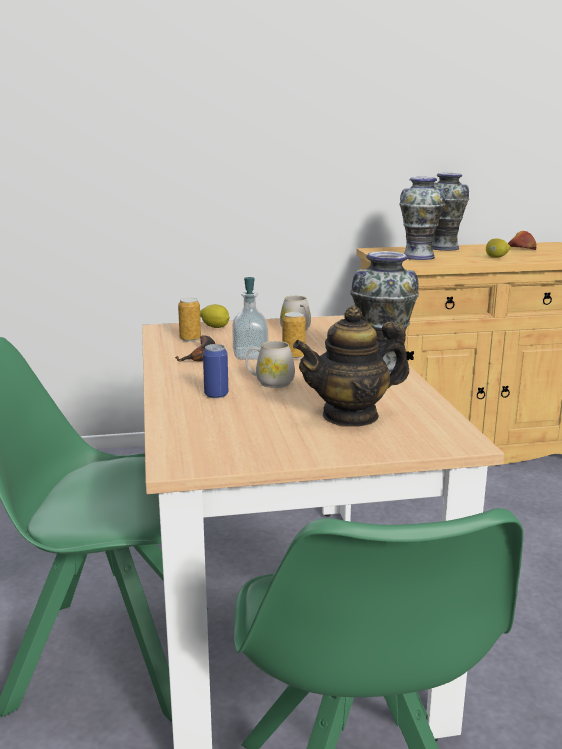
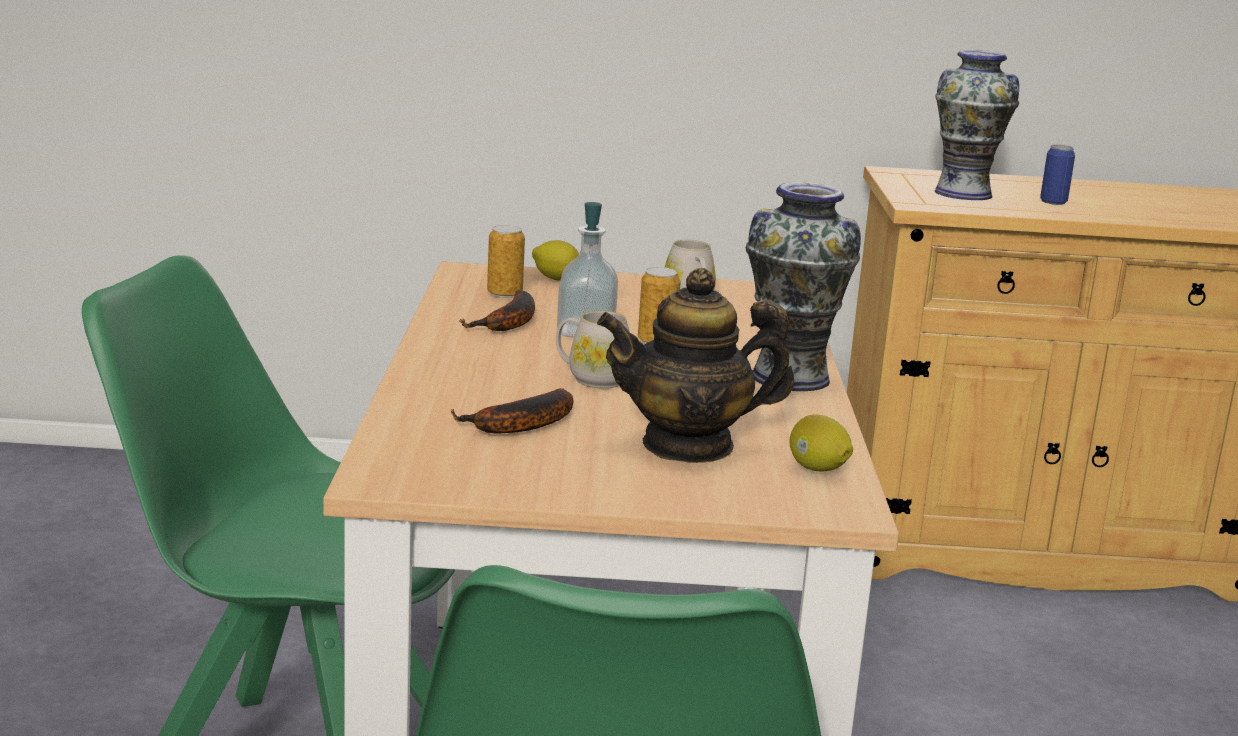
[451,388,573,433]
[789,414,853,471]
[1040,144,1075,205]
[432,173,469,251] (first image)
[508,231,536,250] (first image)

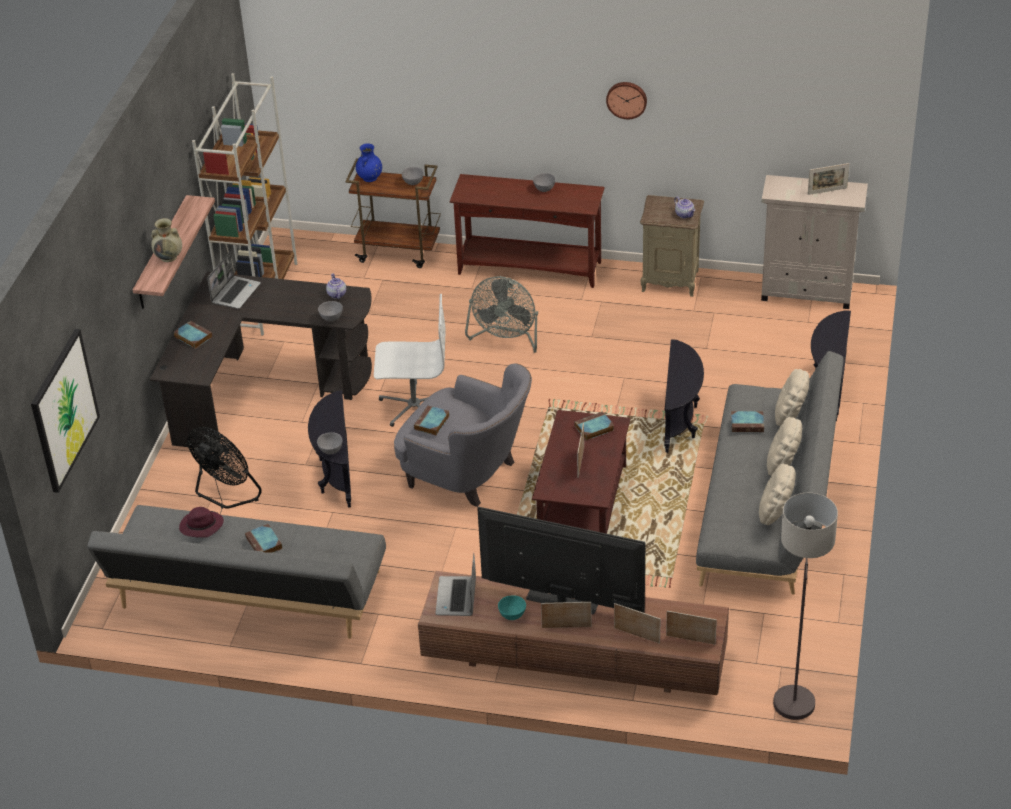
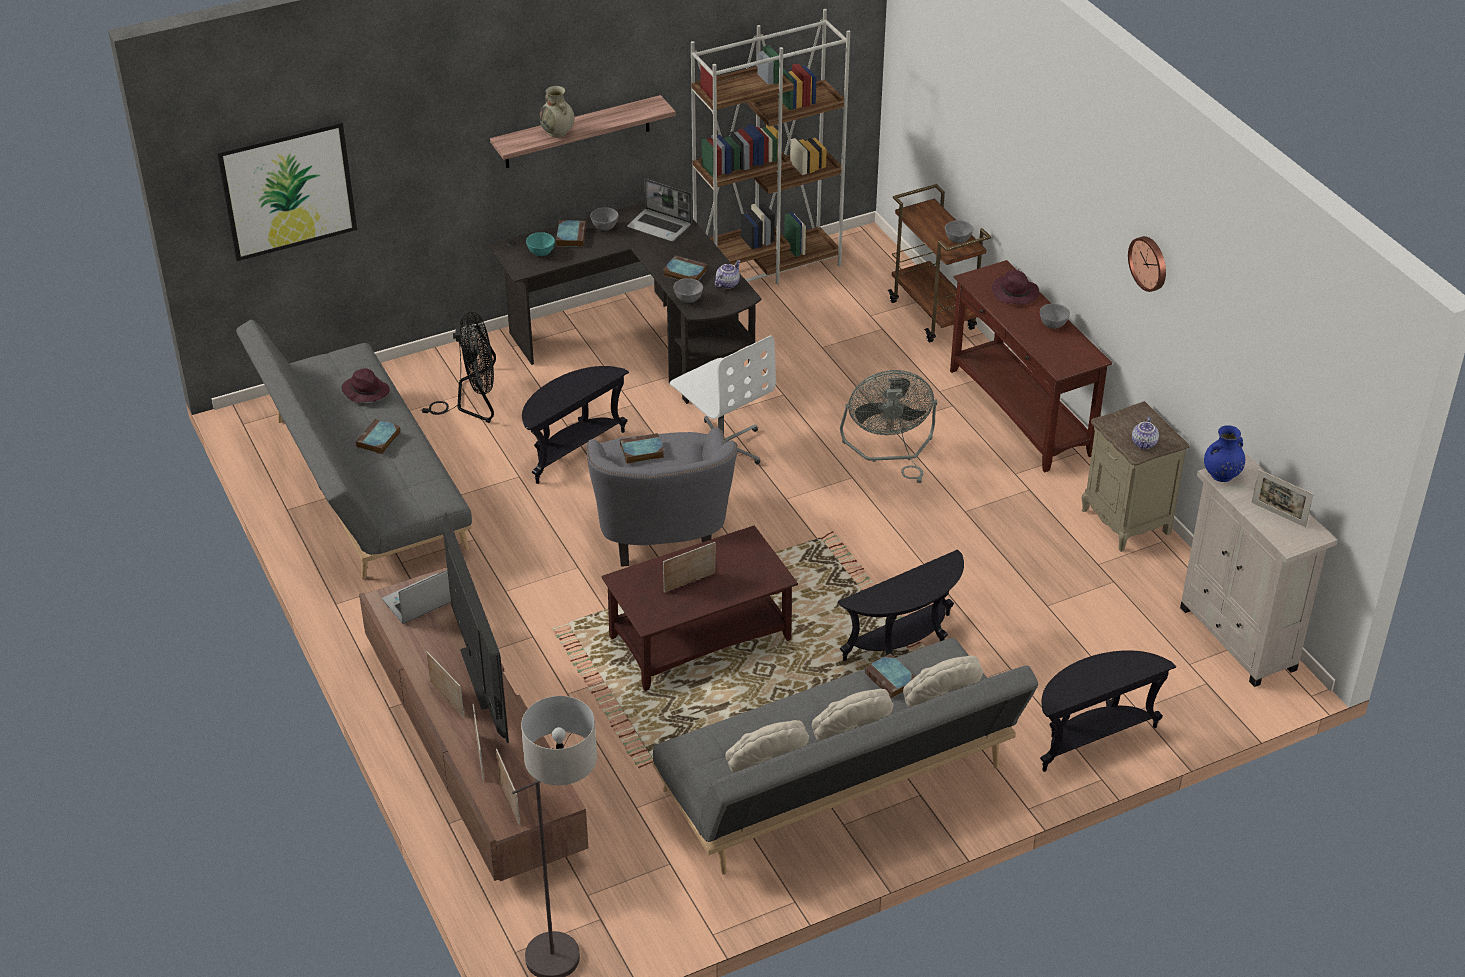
[526,232,555,256]
[590,207,619,231]
[627,179,692,242]
[663,255,708,281]
[840,370,937,483]
[992,270,1039,305]
[1204,425,1245,482]

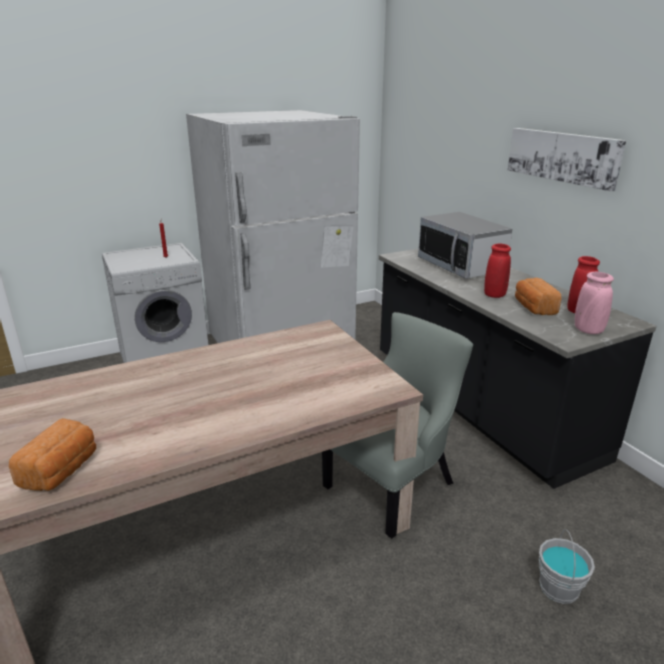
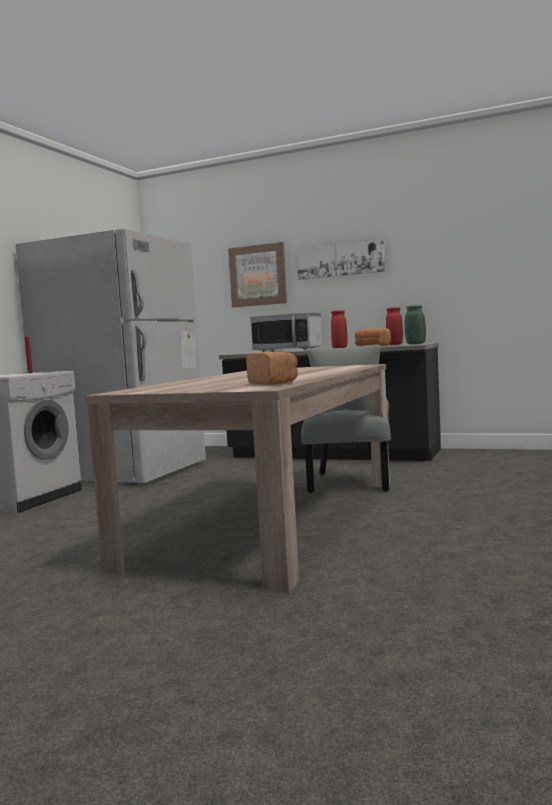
[228,242,287,307]
[405,305,426,344]
[539,529,595,604] (first image)

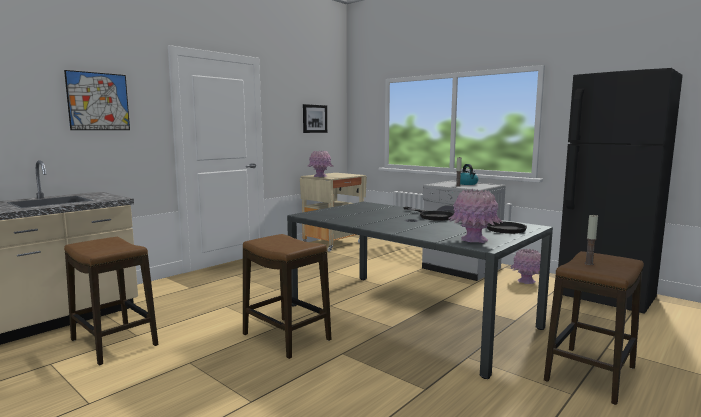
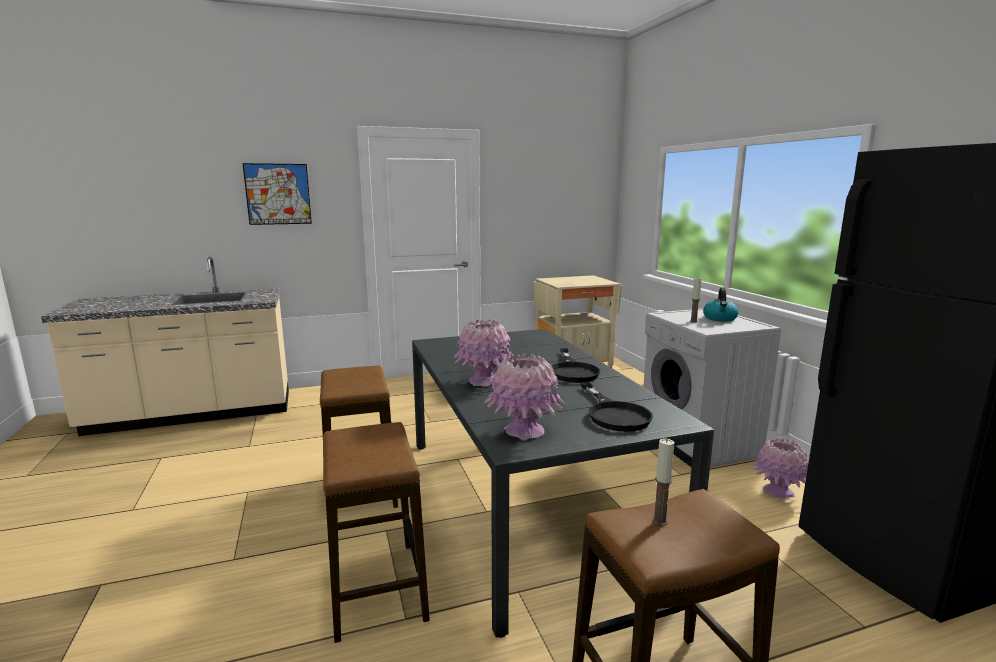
[323,422,430,643]
[453,319,515,387]
[303,104,327,133] (first image)

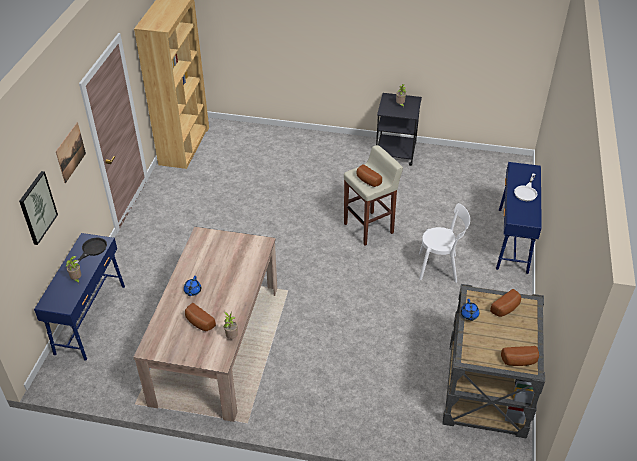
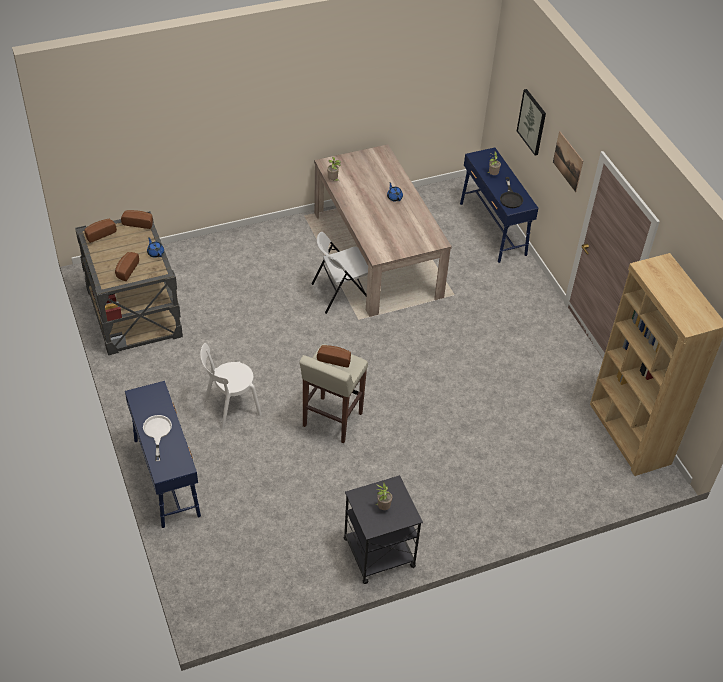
[121,210,153,229]
[311,232,368,314]

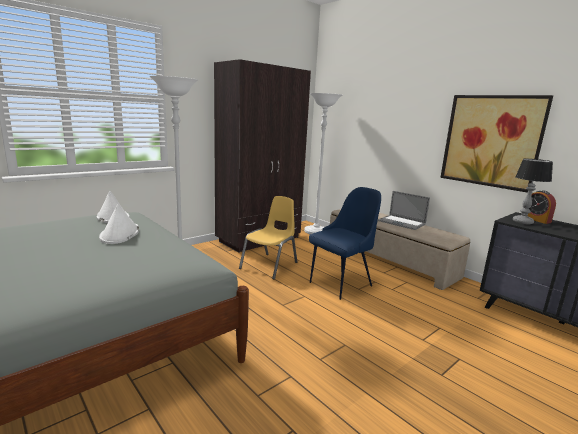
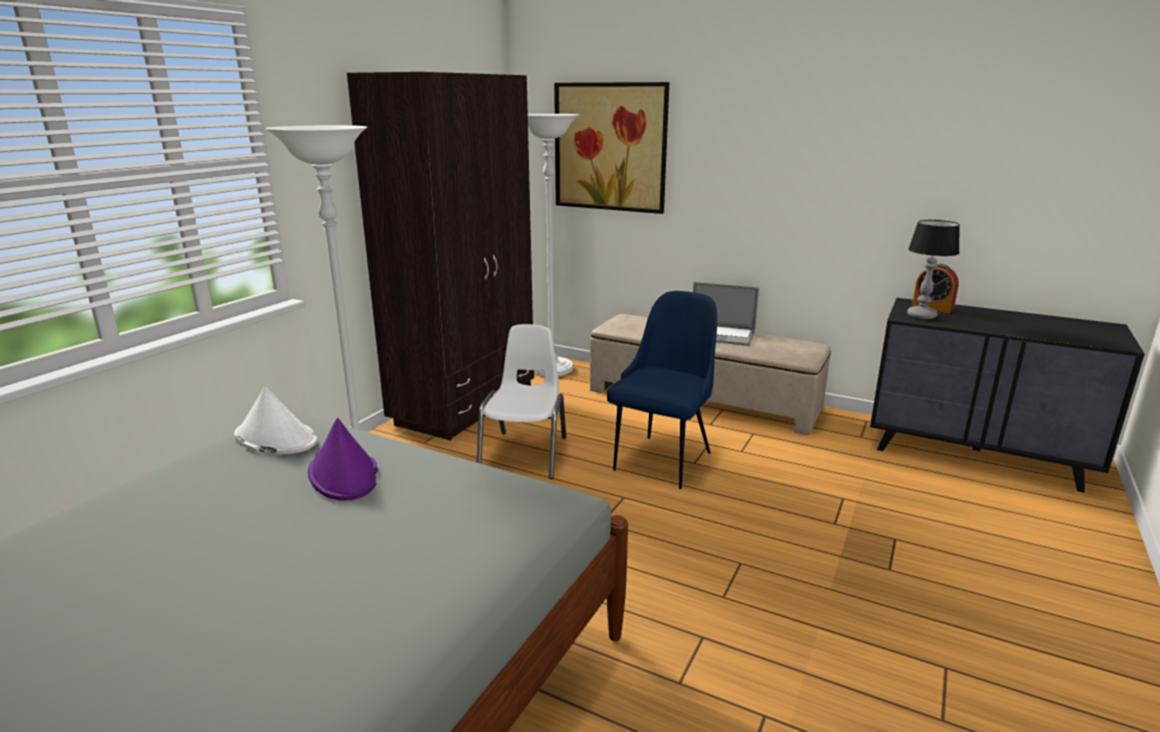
[308,418,378,501]
[477,324,566,479]
[554,82,669,214]

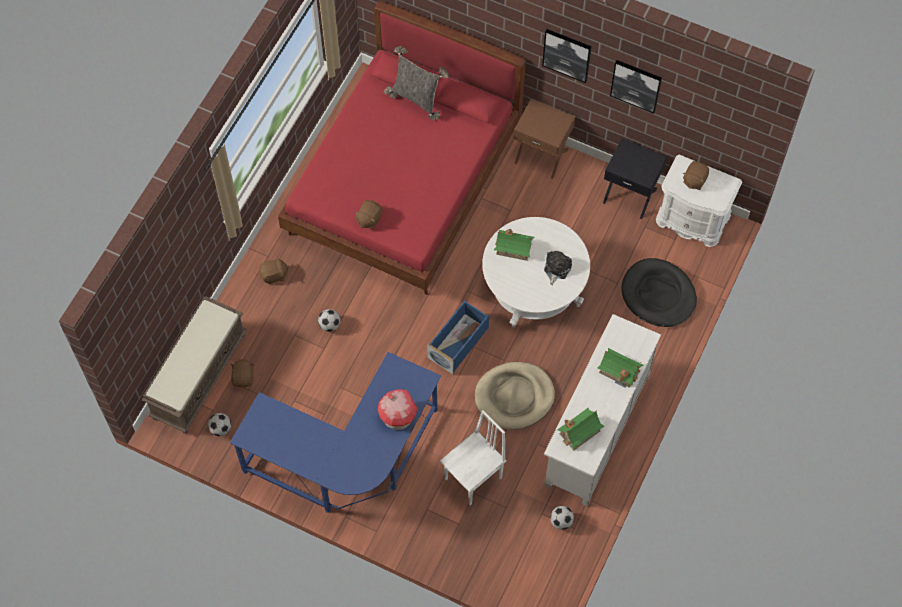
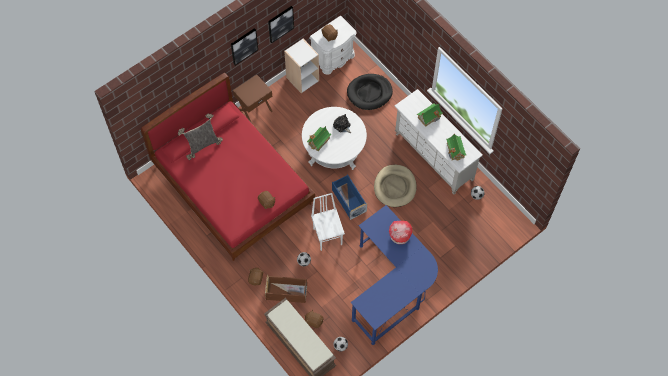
[265,275,307,303]
[284,39,319,93]
[311,193,345,251]

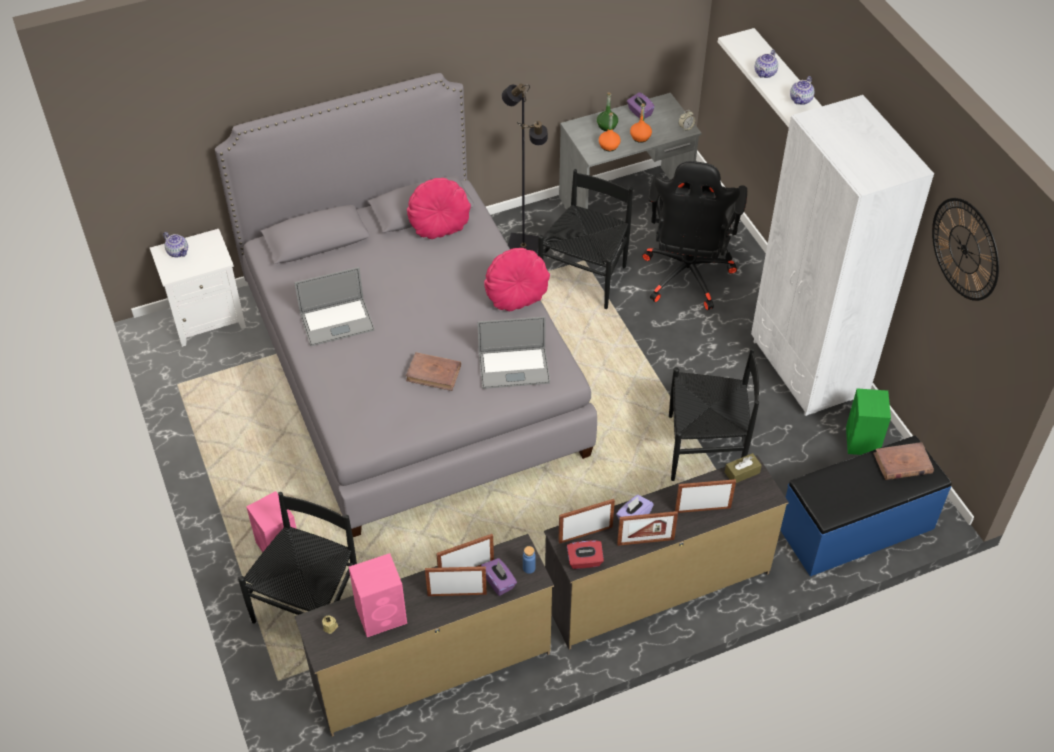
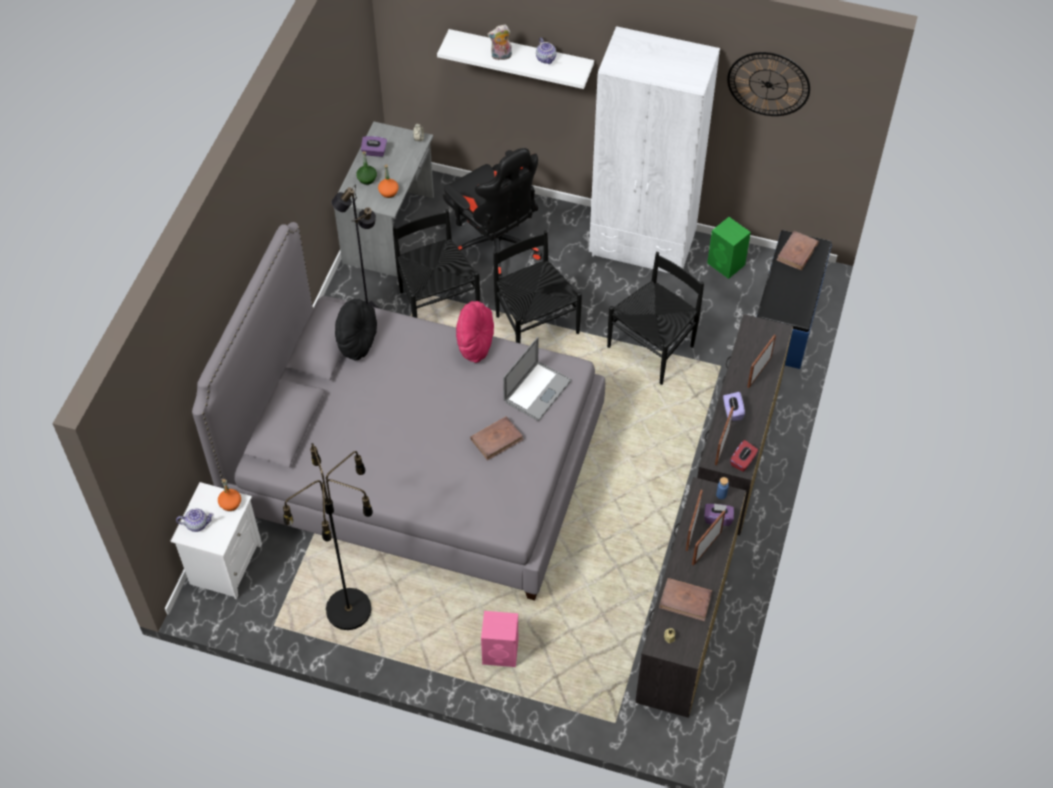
[218,479,241,511]
[283,443,373,630]
[335,299,377,361]
[487,25,512,60]
[494,231,582,344]
[659,578,712,621]
[295,267,375,346] (first image)
[617,511,678,546] (first image)
[725,453,762,483] (first image)

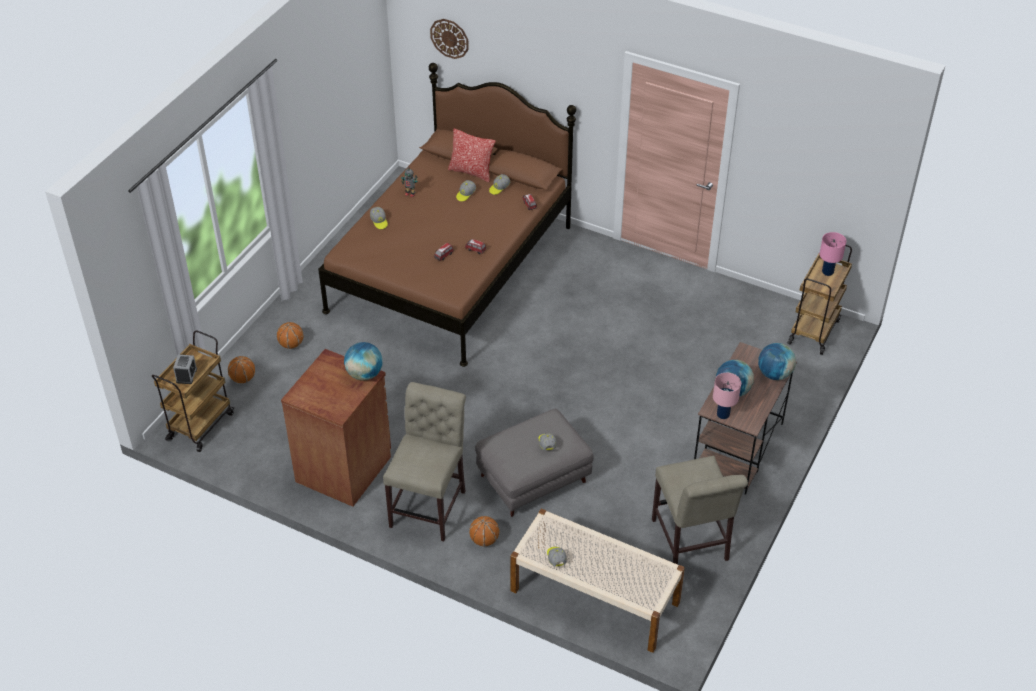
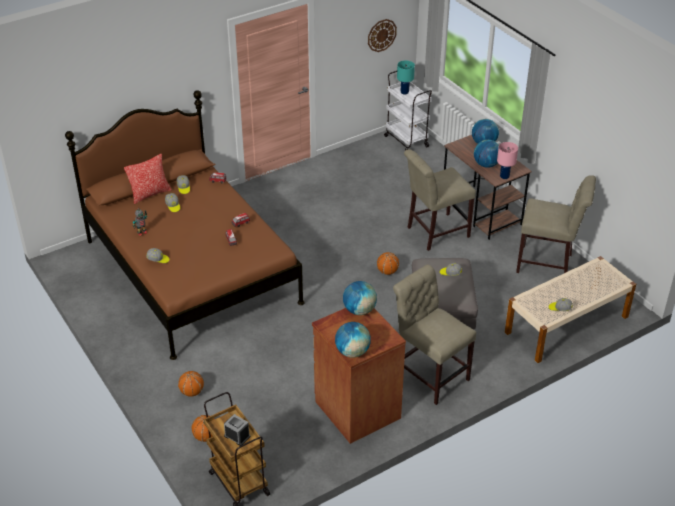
[335,322,371,358]
[368,19,397,52]
[377,252,399,275]
[384,71,432,150]
[397,61,415,94]
[404,149,476,251]

